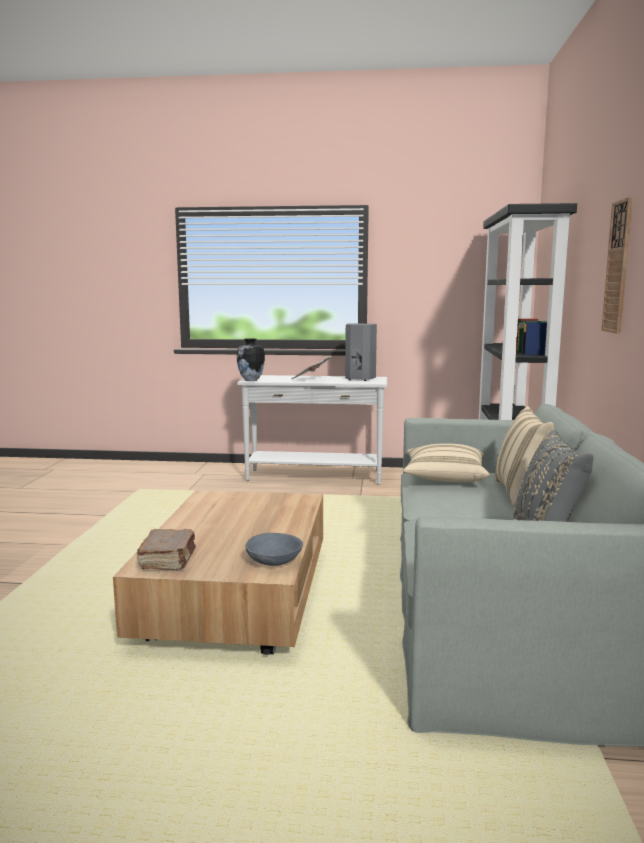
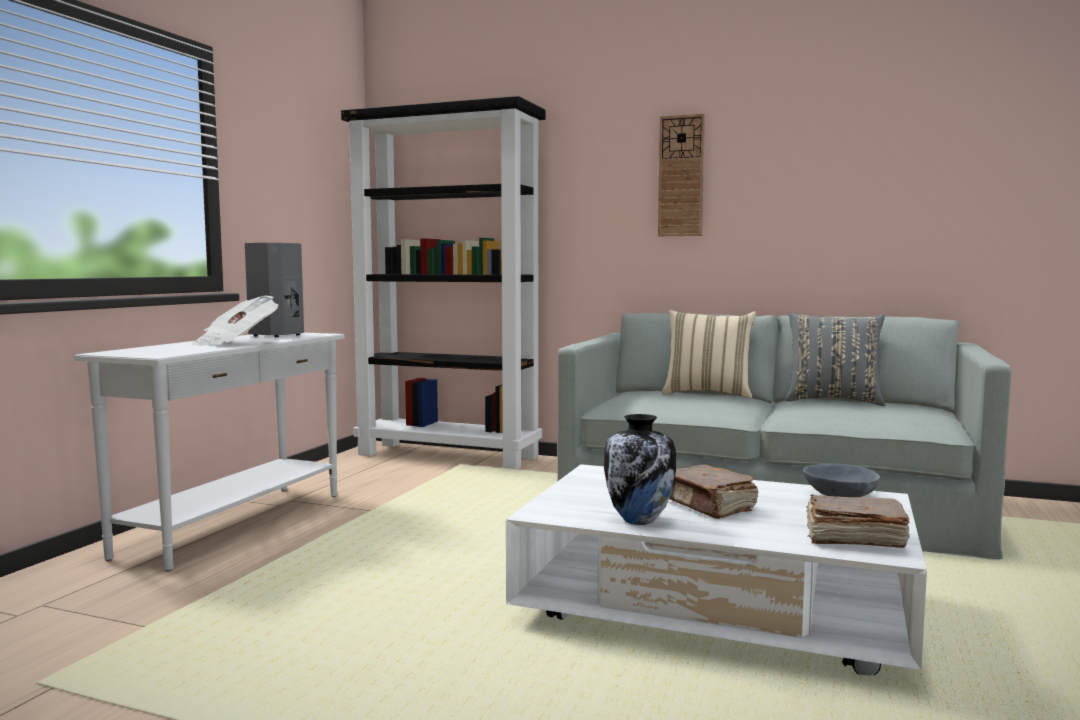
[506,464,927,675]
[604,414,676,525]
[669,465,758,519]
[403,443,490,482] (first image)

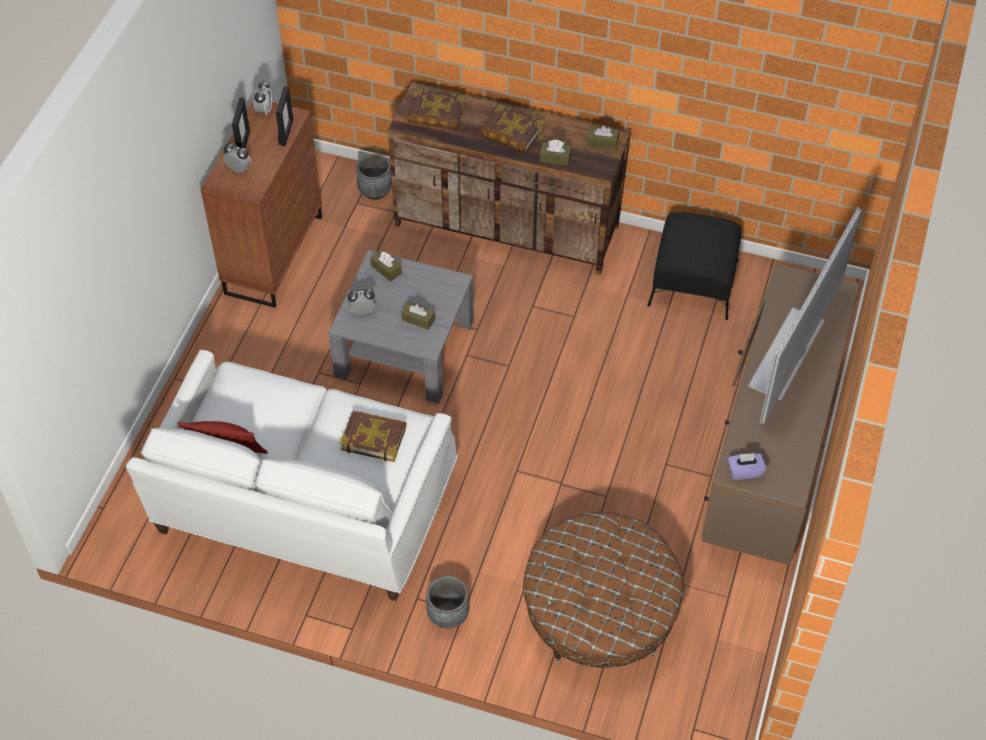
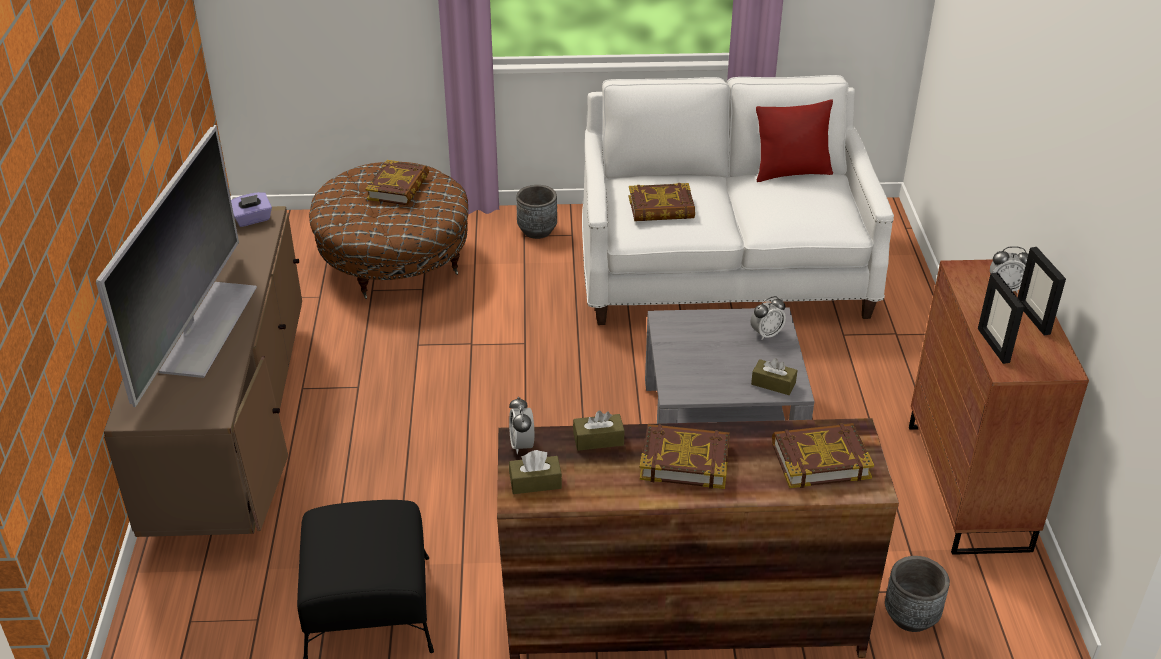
[366,160,429,205]
[509,397,534,454]
[401,301,435,330] (first image)

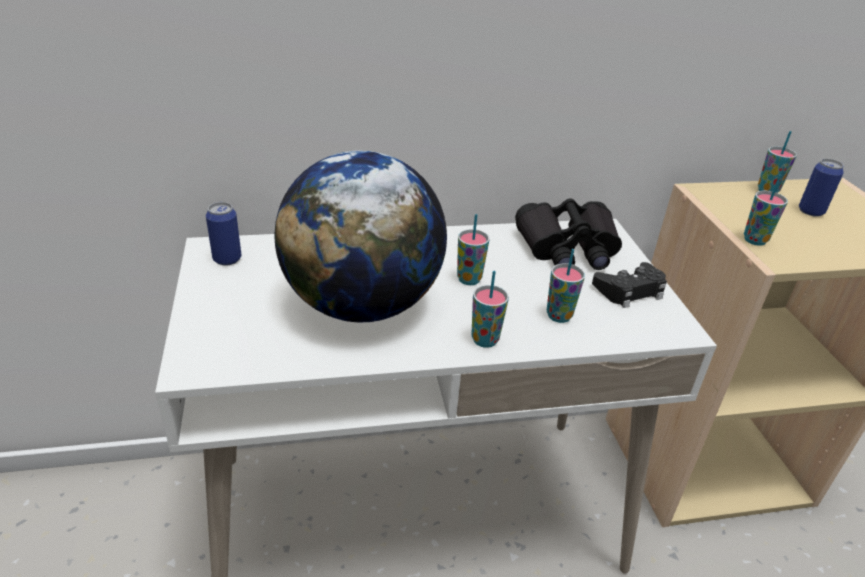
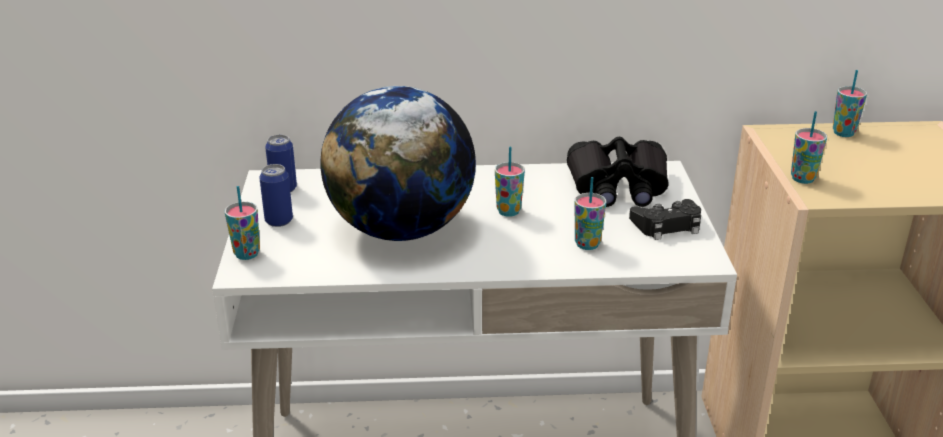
[225,186,260,260]
[259,164,293,227]

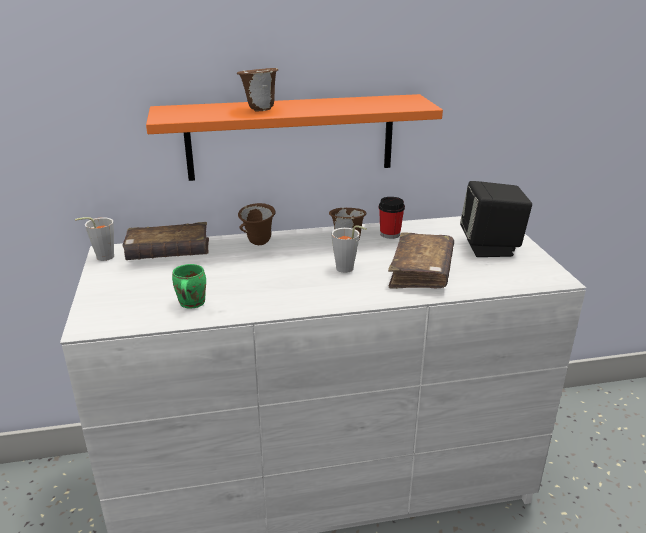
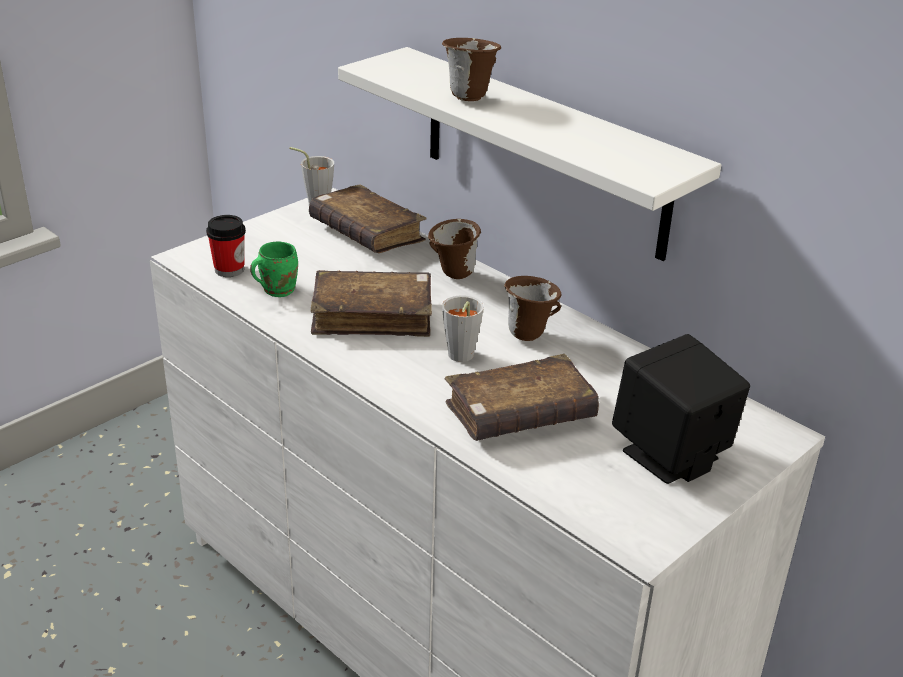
[206,215,246,277]
[311,270,432,337]
[338,47,721,261]

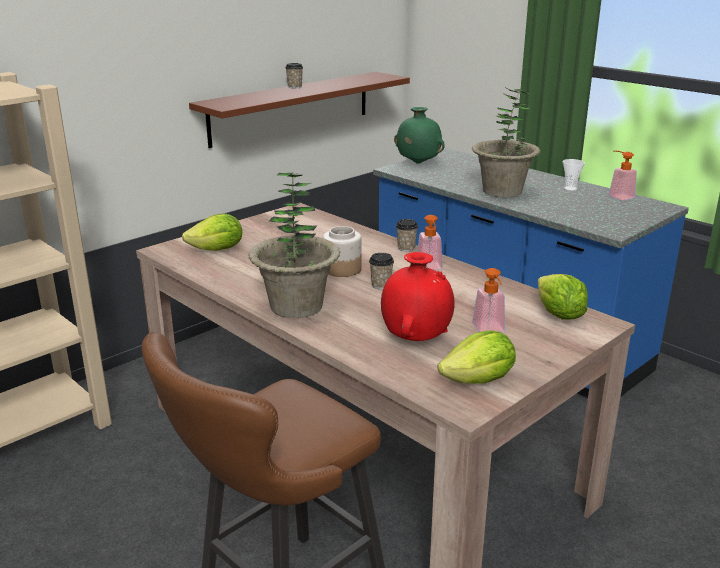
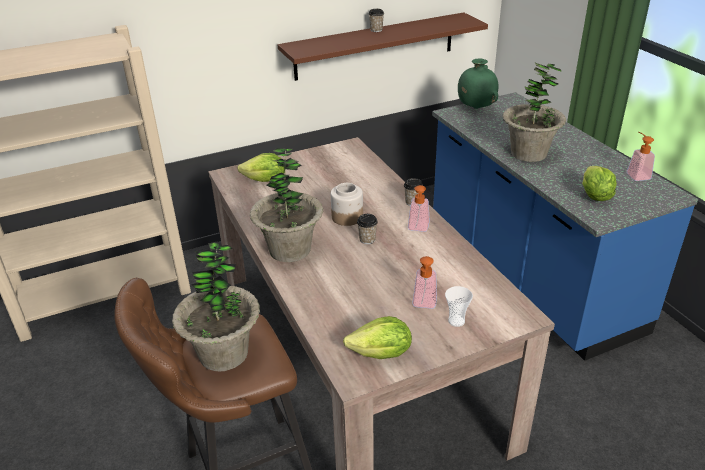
[172,241,260,371]
[445,286,473,327]
[582,166,617,201]
[381,252,455,341] (first image)

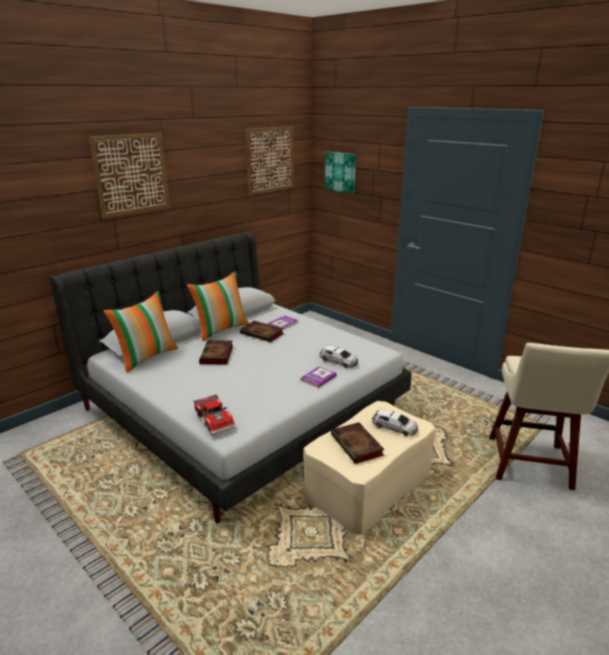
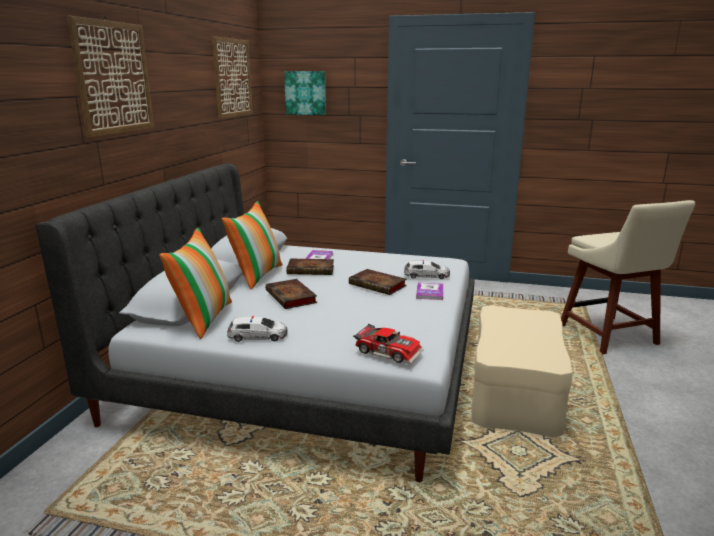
[227,316,288,342]
[349,269,407,295]

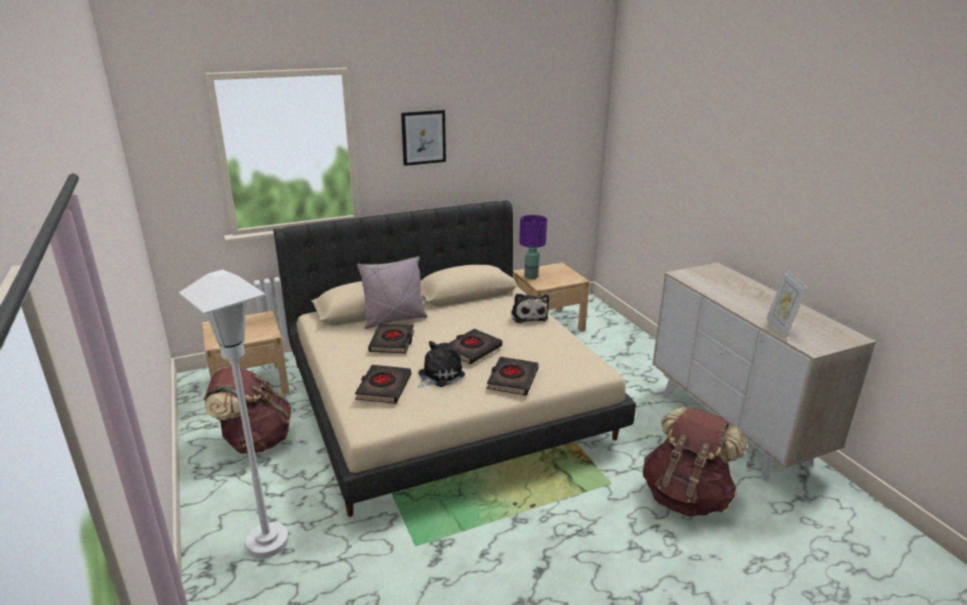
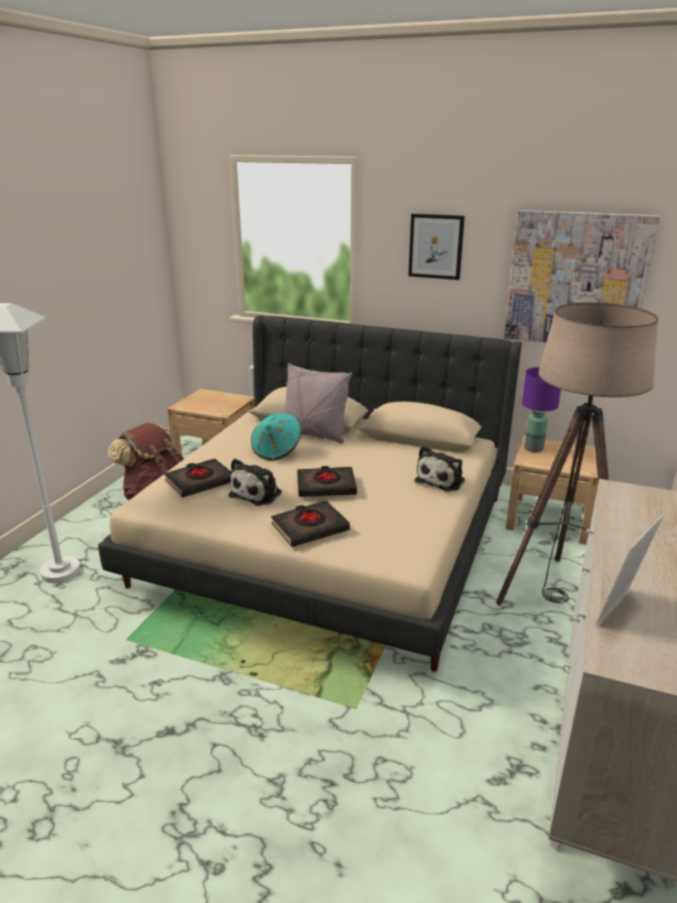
[229,458,282,506]
[251,413,301,460]
[496,302,658,606]
[504,210,660,342]
[643,406,747,517] (first image)

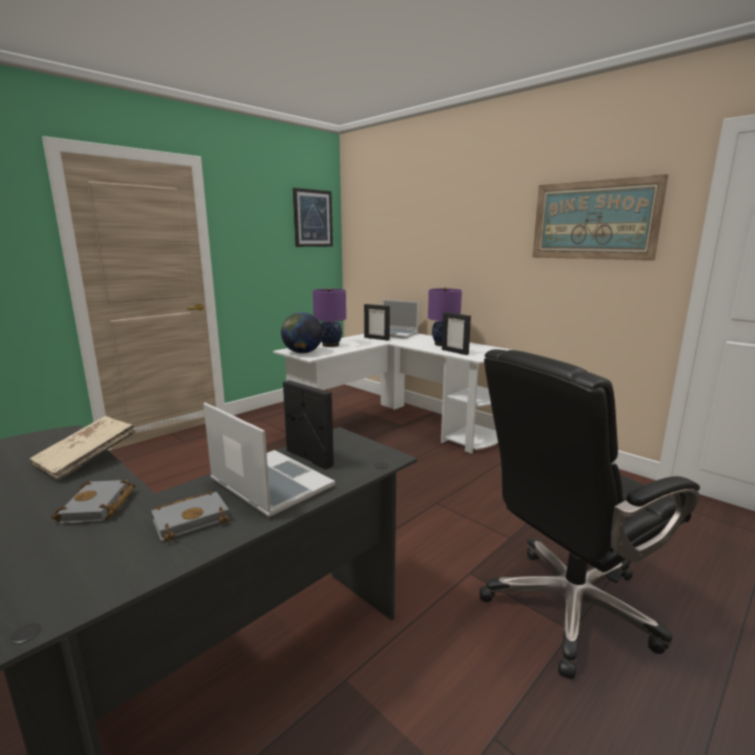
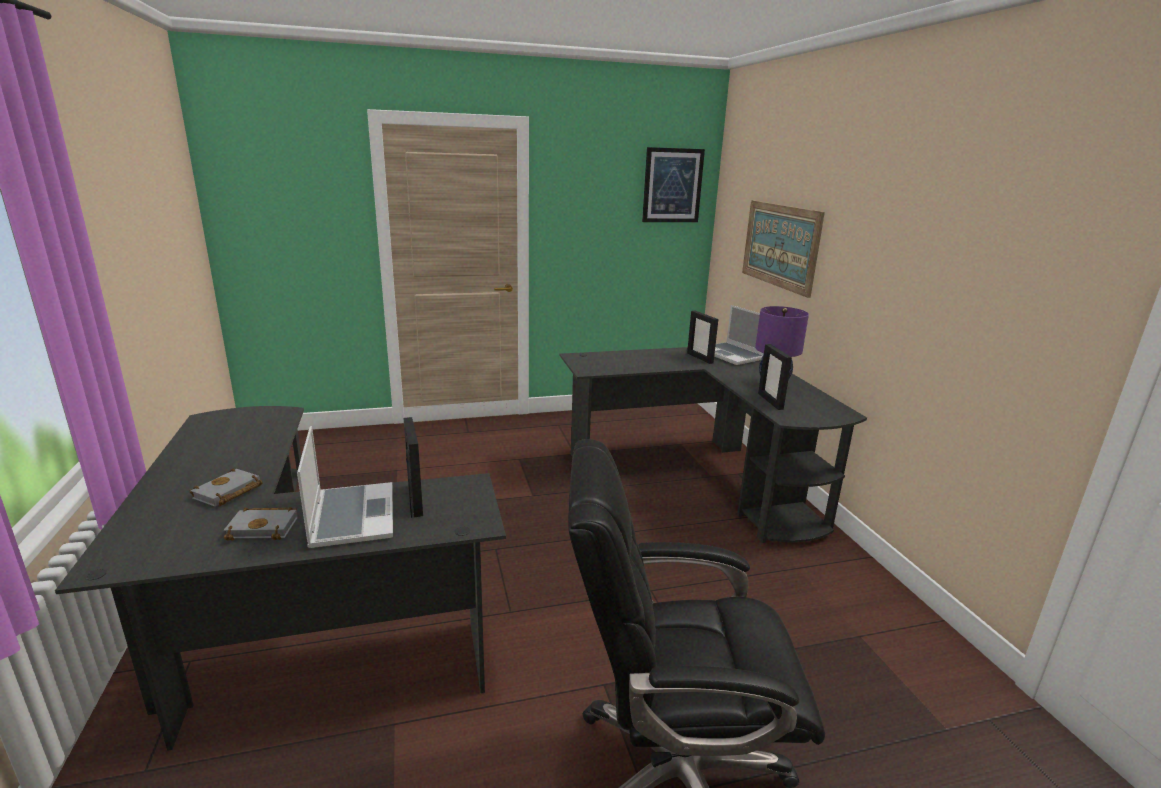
[559,347,867,543]
[742,200,825,298]
[30,416,136,480] (first image)
[281,312,323,353] (first image)
[313,288,346,347] (first image)

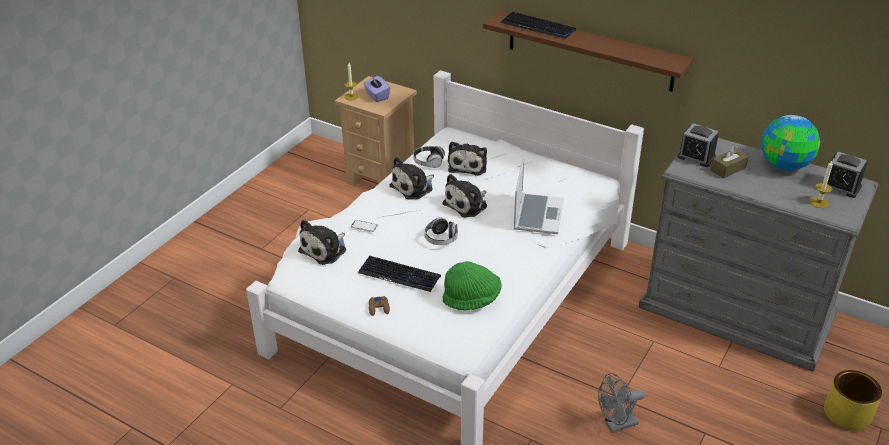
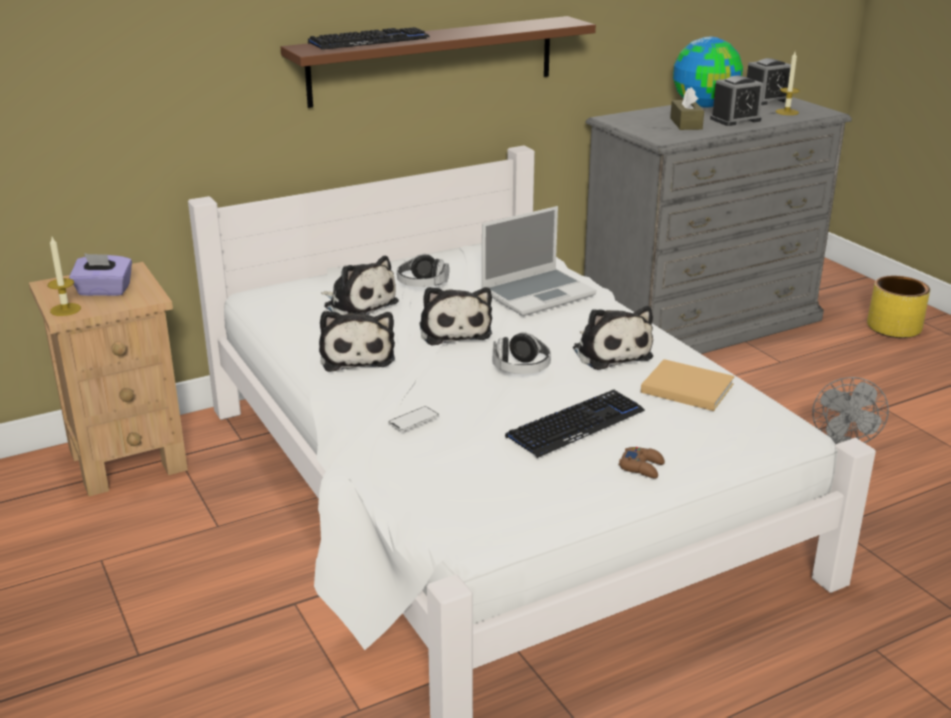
[397,254,449,287]
[482,206,597,316]
[573,306,653,370]
[641,359,735,411]
[710,76,764,126]

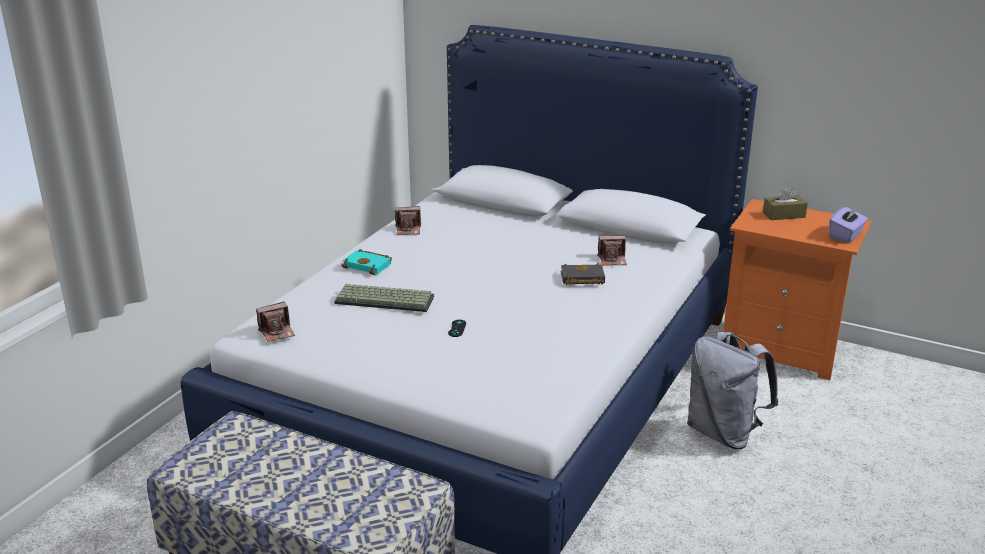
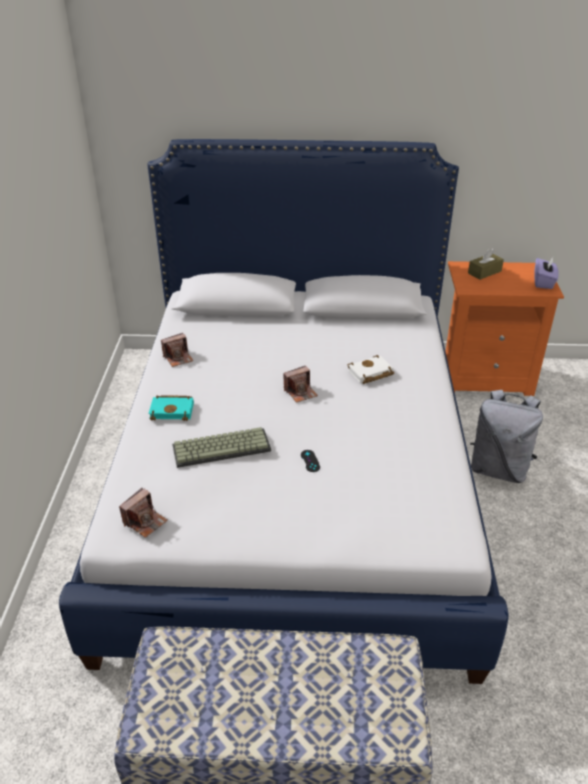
[283,366,318,403]
[347,355,394,384]

